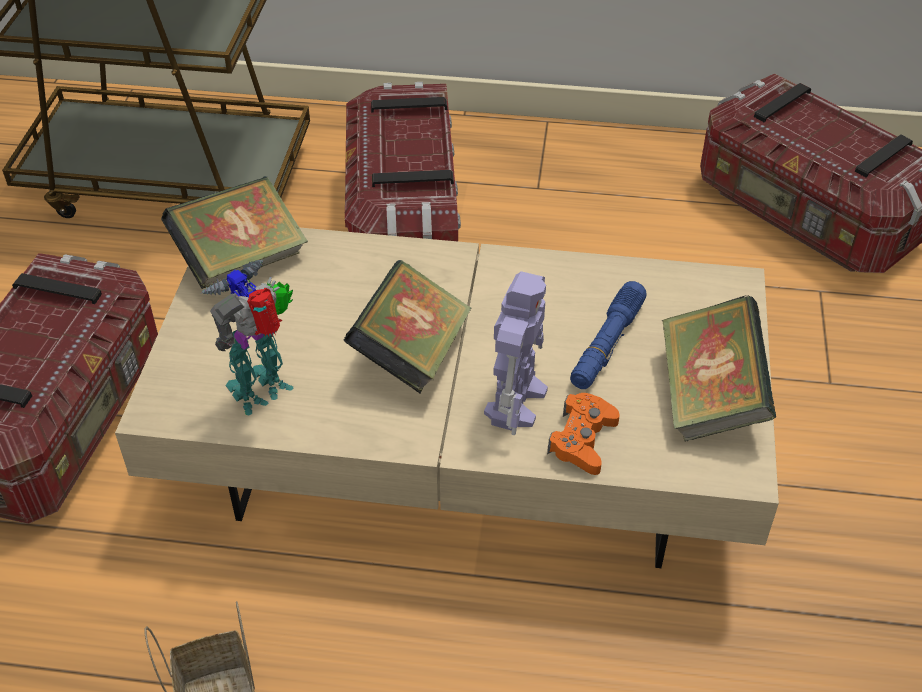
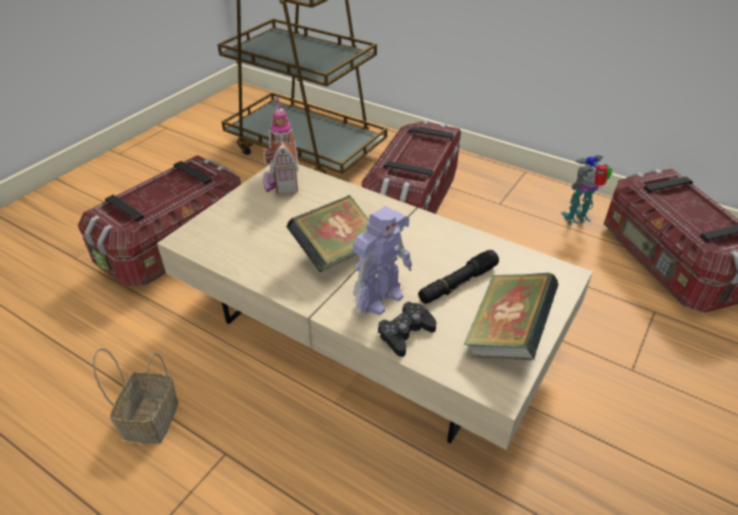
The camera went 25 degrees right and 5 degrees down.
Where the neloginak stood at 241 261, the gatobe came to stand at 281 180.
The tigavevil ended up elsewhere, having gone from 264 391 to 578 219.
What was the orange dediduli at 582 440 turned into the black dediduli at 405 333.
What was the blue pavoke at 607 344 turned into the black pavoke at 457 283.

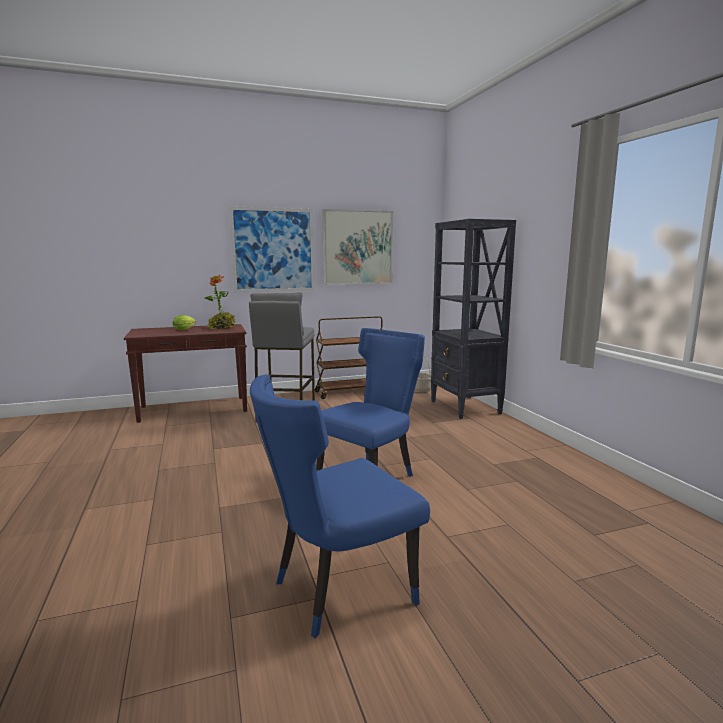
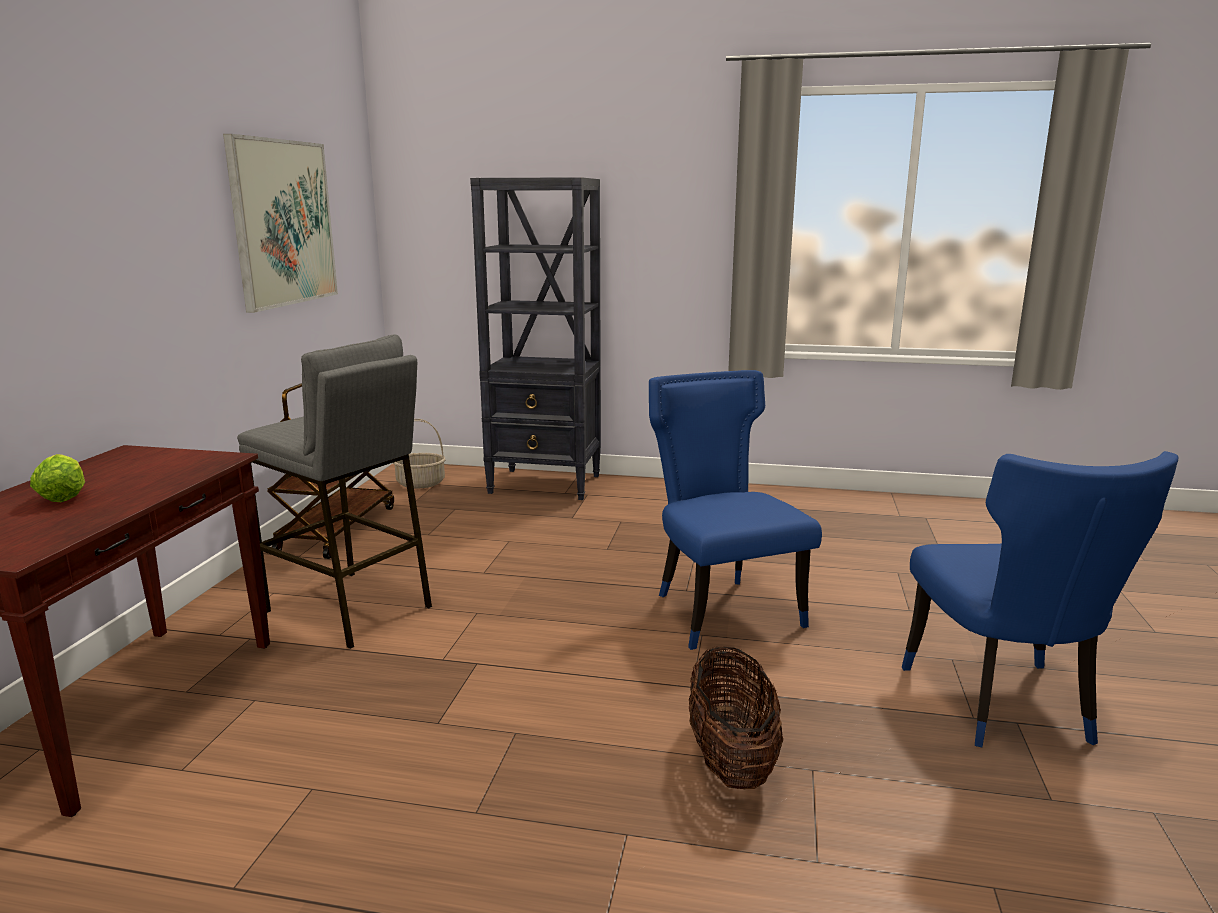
The camera went 60 degrees left and 5 degrees up.
The second view lost the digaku at 222 328.
The second view lost the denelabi at 273 250.
The second view gained the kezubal at 731 759.

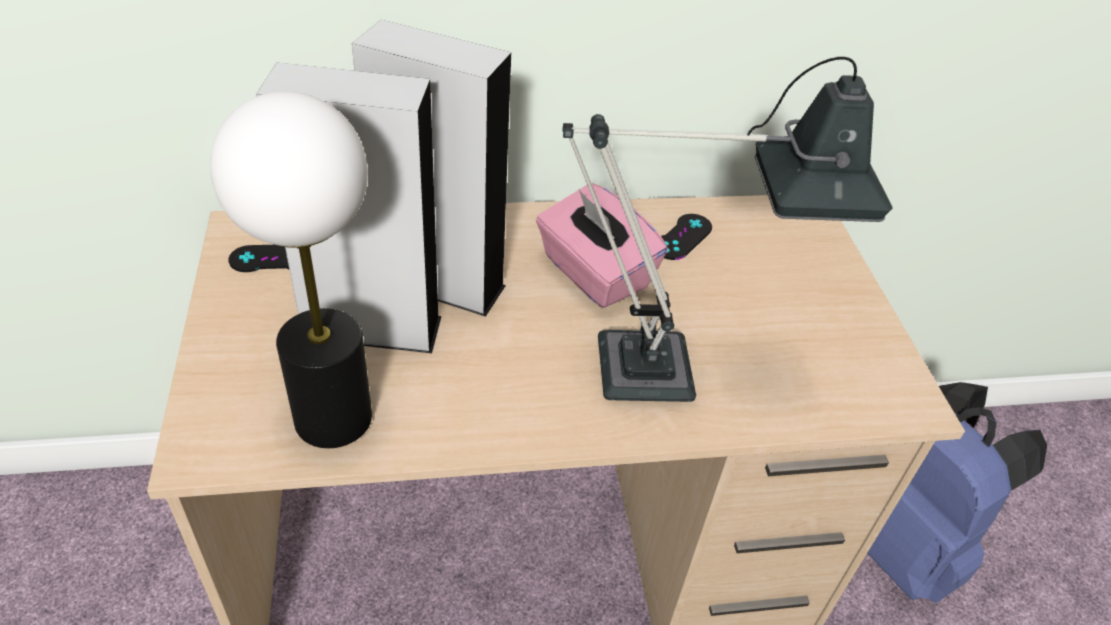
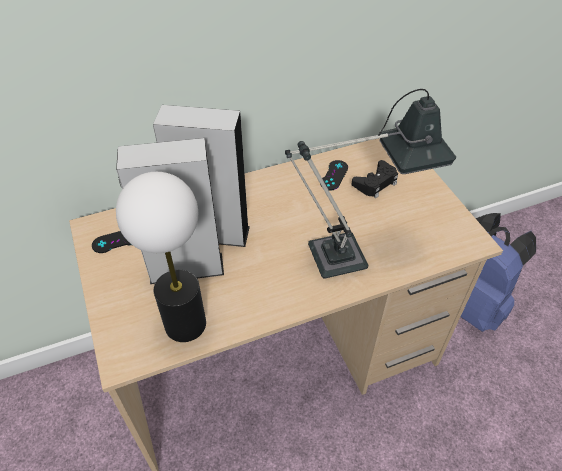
The camera went 10 degrees left and 5 degrees up.
The second view lost the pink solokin at 594 273.
The second view gained the black dediduli at 375 183.

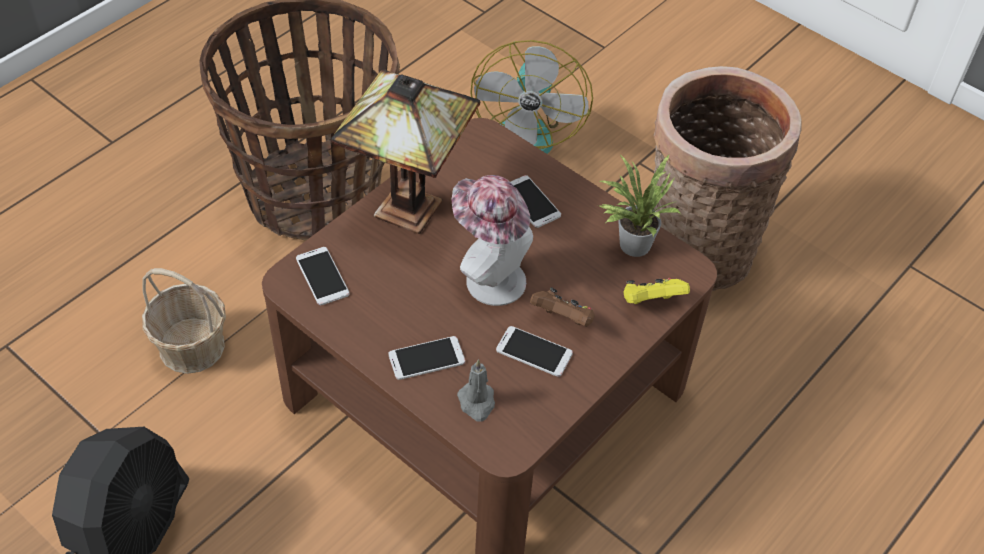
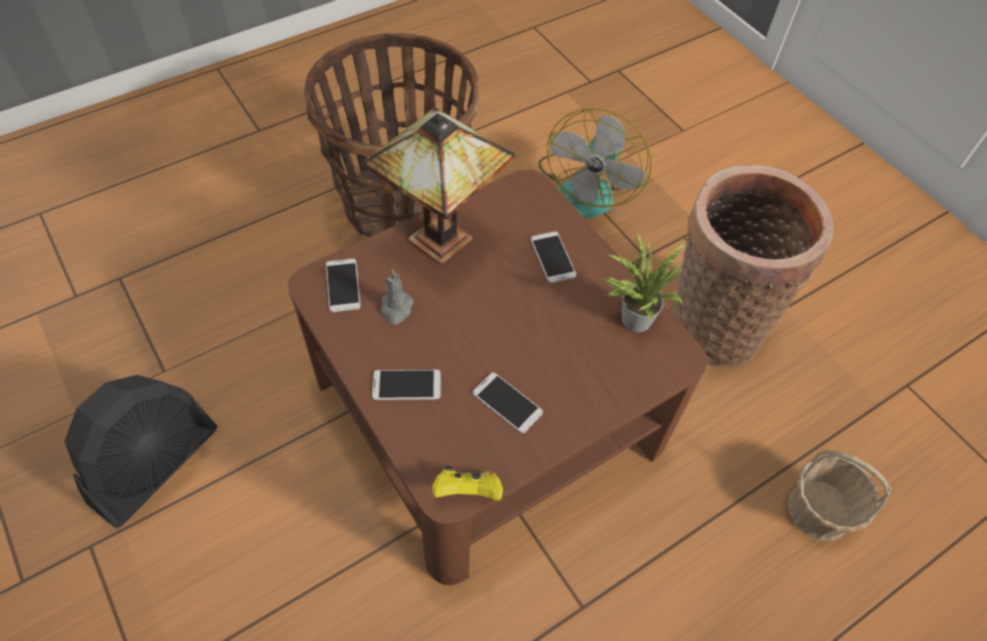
The camera went 15 degrees right and 5 degrees up.
The kezubal ended up elsewhere, having gone from 192 347 to 819 511.
The second view lost the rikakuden at 489 277.
The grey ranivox ended up elsewhere, having gone from 477 403 to 396 309.
The second view lost the brown dediduli at 563 319.
The yellow dediduli ended up elsewhere, having gone from 651 302 to 467 491.

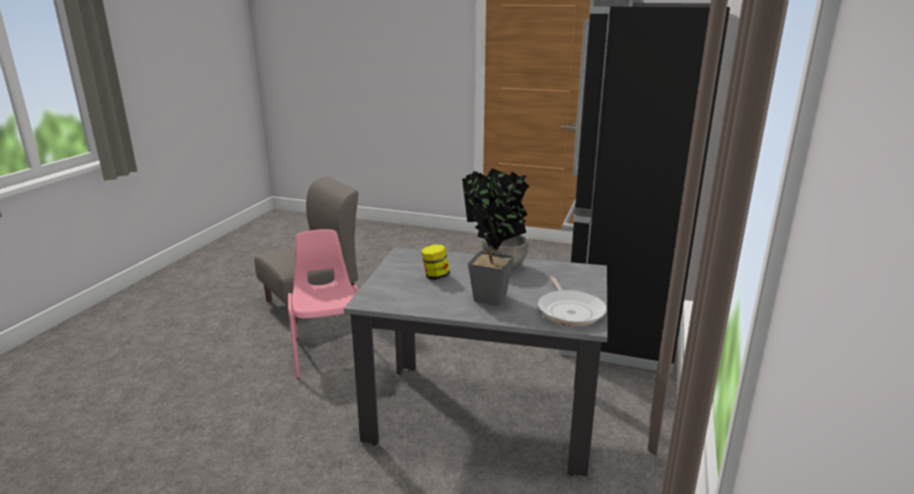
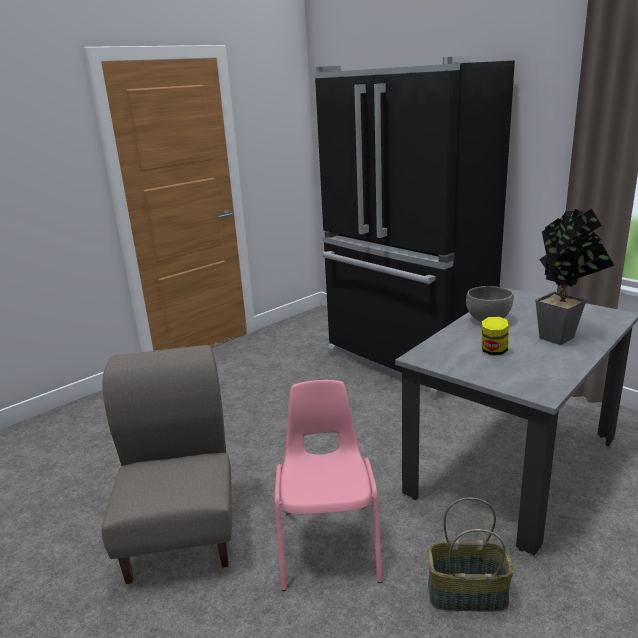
The camera went 60 degrees left and 0 degrees up.
The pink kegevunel at 329 351 ended up facing another way, 75 degrees clockwise from before.
The second view lost the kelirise at 570 310.
The second view gained the kezubal at 466 595.

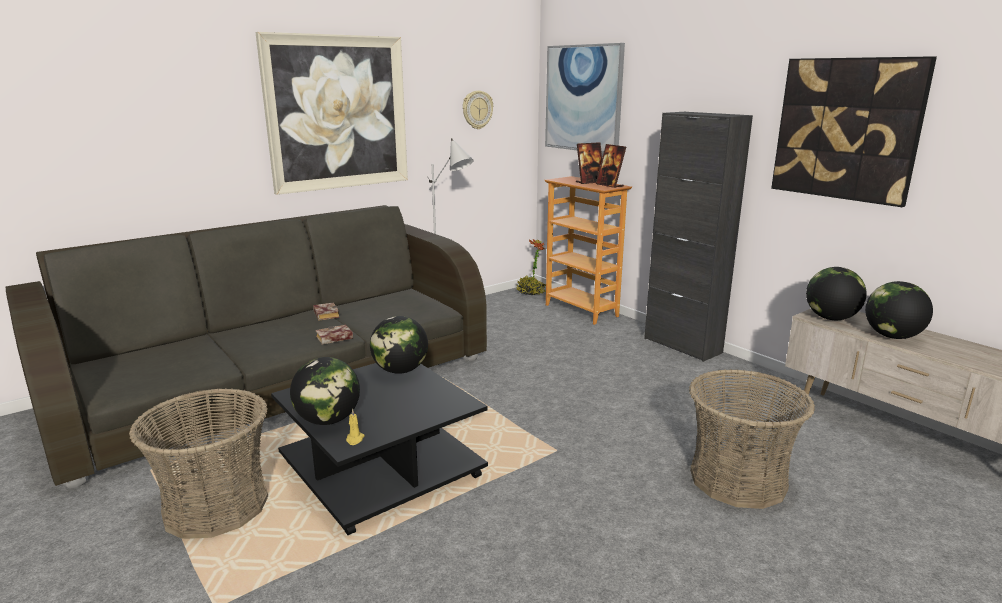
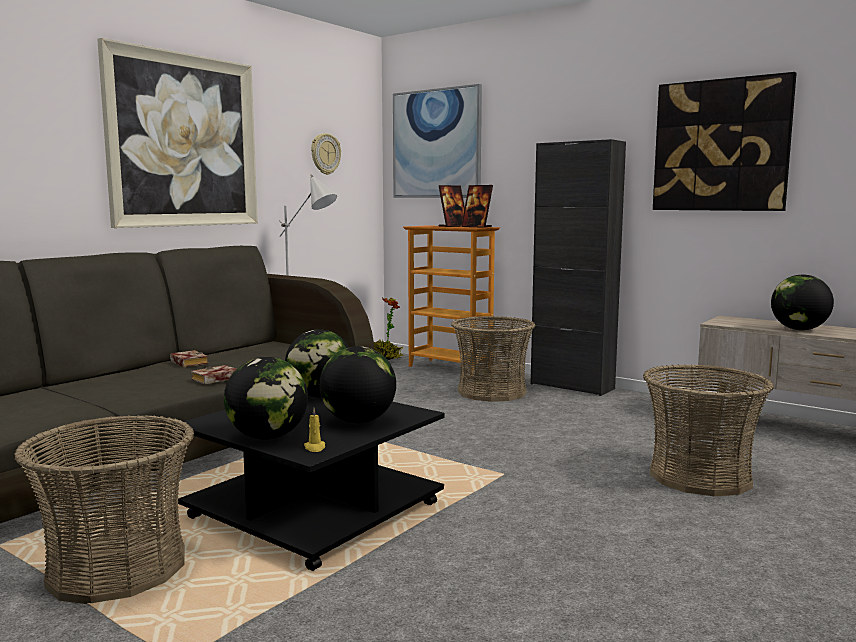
The camera went 15 degrees left and 10 degrees down.
The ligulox ended up elsewhere, having gone from 831 318 to 358 421.
The second view gained the kezubal at 492 392.

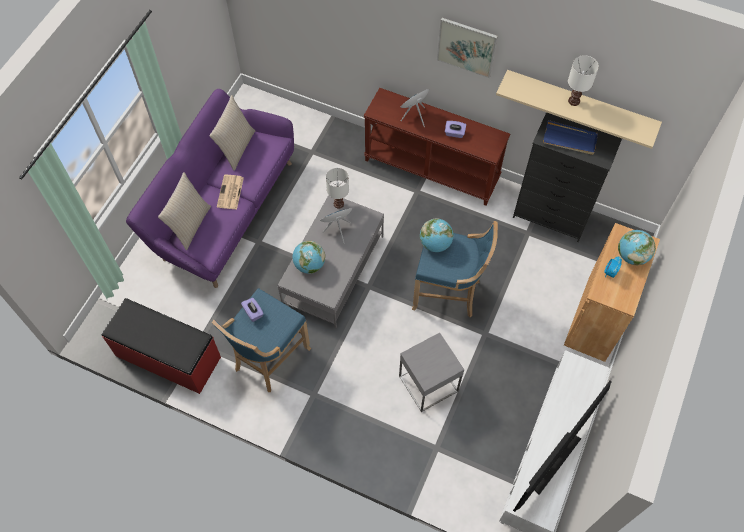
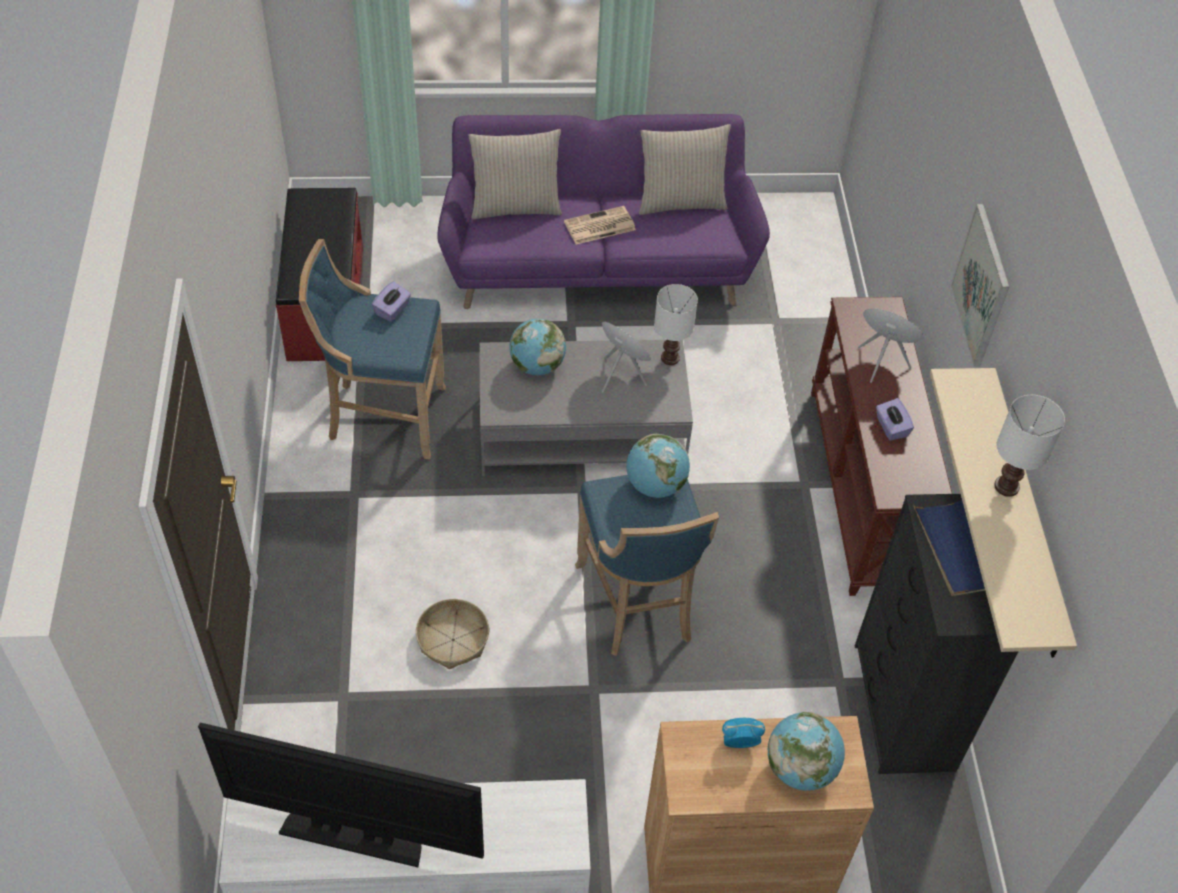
The camera went 60 degrees right and 10 degrees down.
Where the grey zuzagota stood at 428 383, the kezubal came to stand at 452 640.

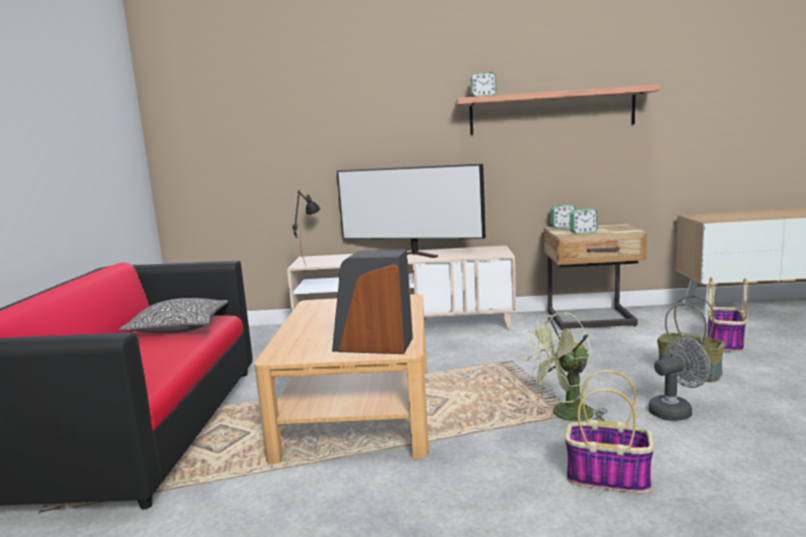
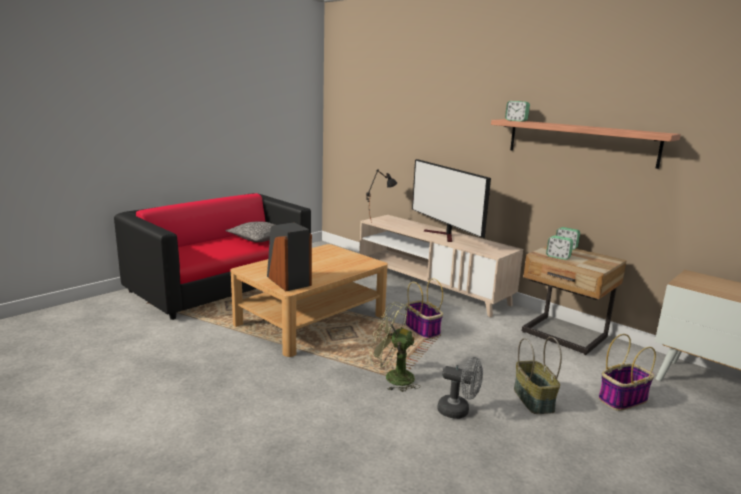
The camera went 40 degrees right and 5 degrees up.
The kezubal ended up elsewhere, having gone from 609 477 to 423 330.

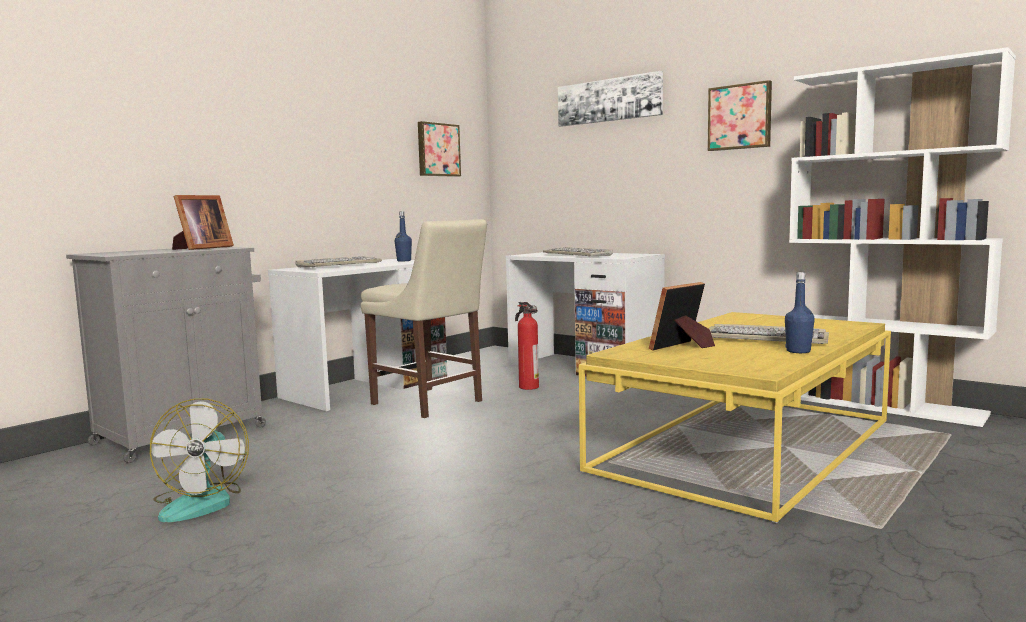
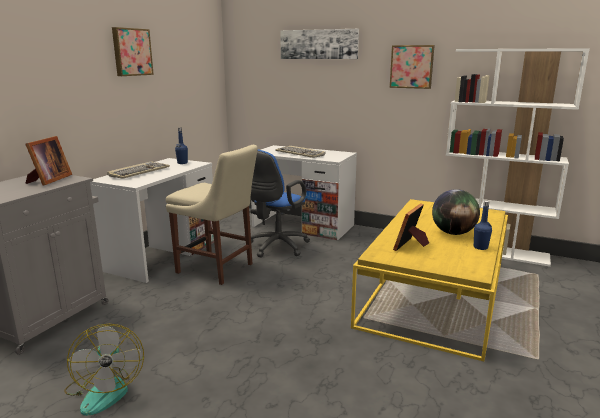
The camera went 15 degrees left and 10 degrees up.
The denelabi ended up elsewhere, having gone from 437 150 to 131 52.
Where the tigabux stood at 527 387, the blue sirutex came to stand at 275 247.
Where the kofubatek stood at 767 339, the ligulox came to stand at 453 233.

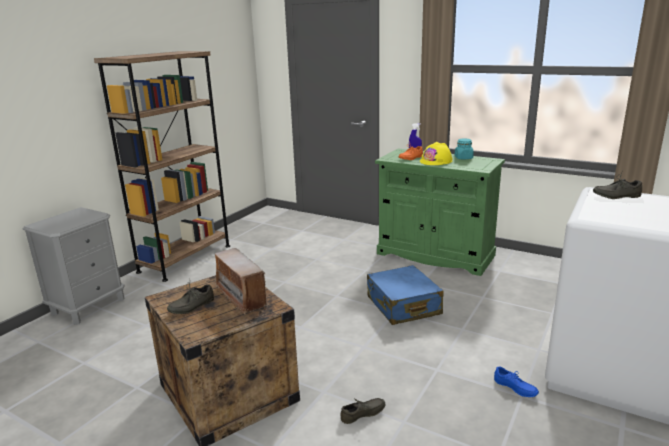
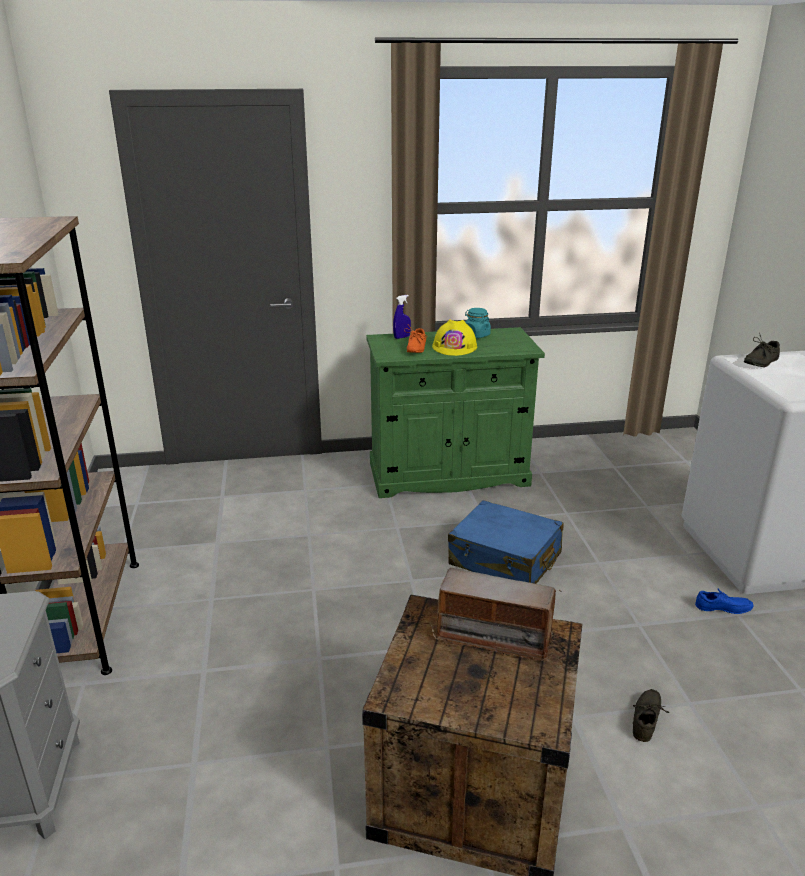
The camera went 40 degrees left and 5 degrees up.
The second view lost the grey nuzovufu at 191 306.

